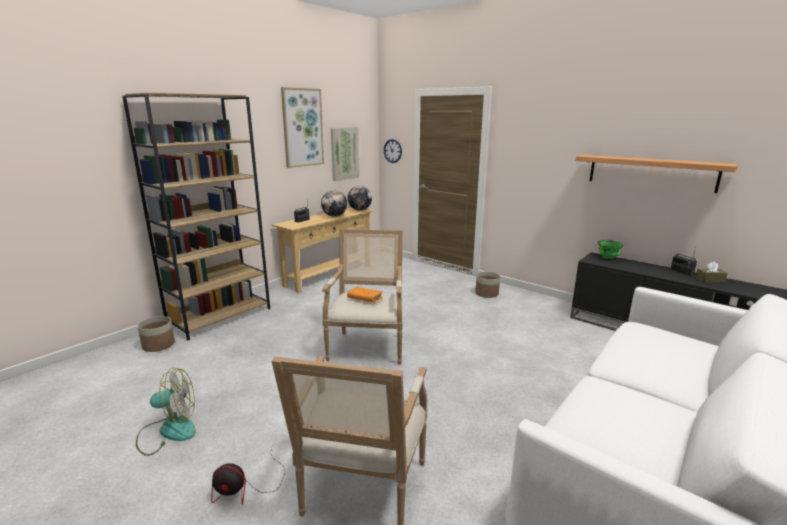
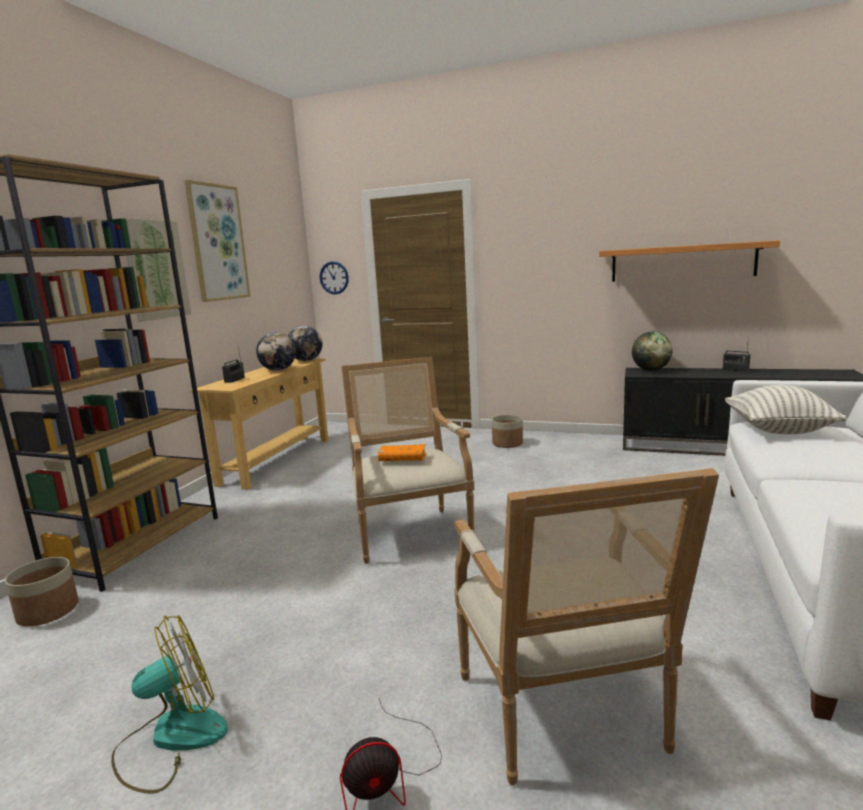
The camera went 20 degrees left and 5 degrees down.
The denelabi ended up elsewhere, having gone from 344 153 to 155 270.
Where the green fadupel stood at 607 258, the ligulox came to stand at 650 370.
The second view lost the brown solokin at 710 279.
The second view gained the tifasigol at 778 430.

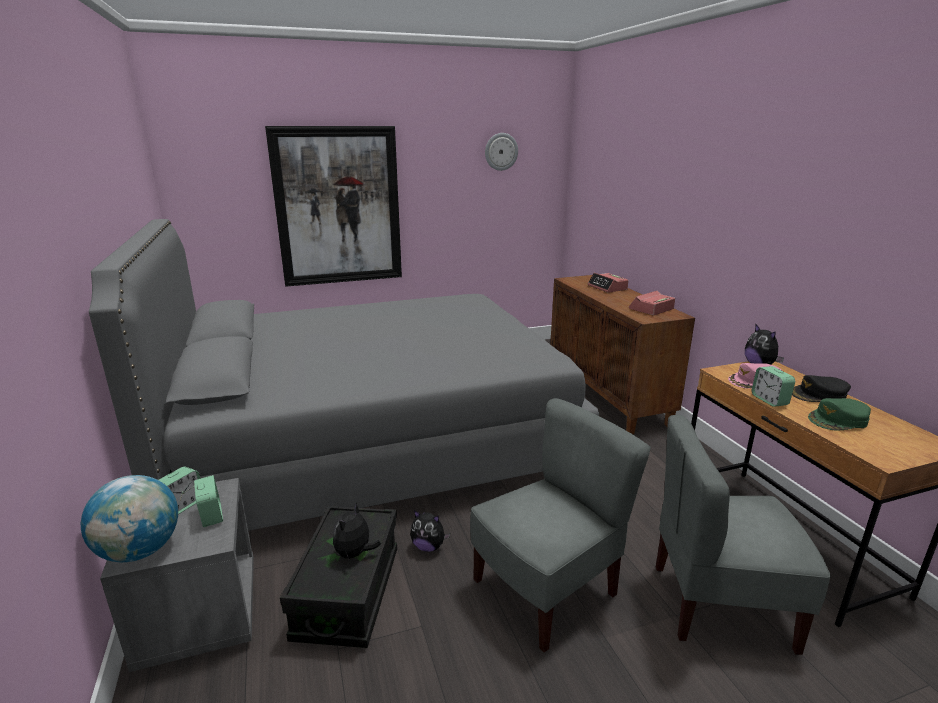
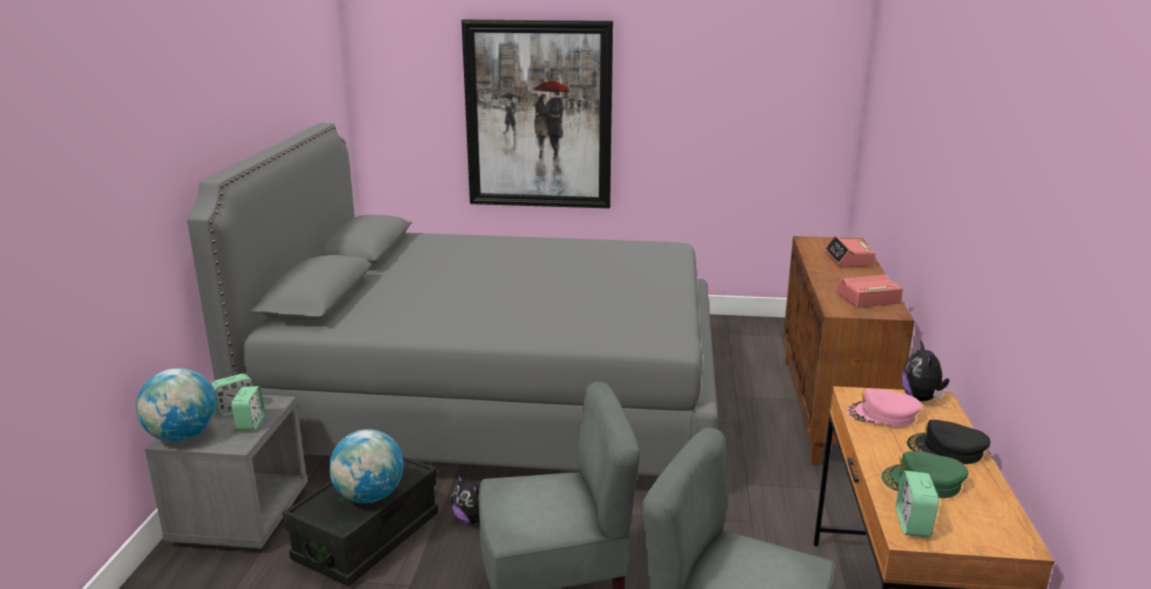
The camera went 25 degrees right and 0 degrees up.
Where the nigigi stood at 355 554, the ligulox came to stand at 369 496.
The second view lost the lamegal at 501 151.
The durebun ended up elsewhere, having gone from 769 400 to 913 524.

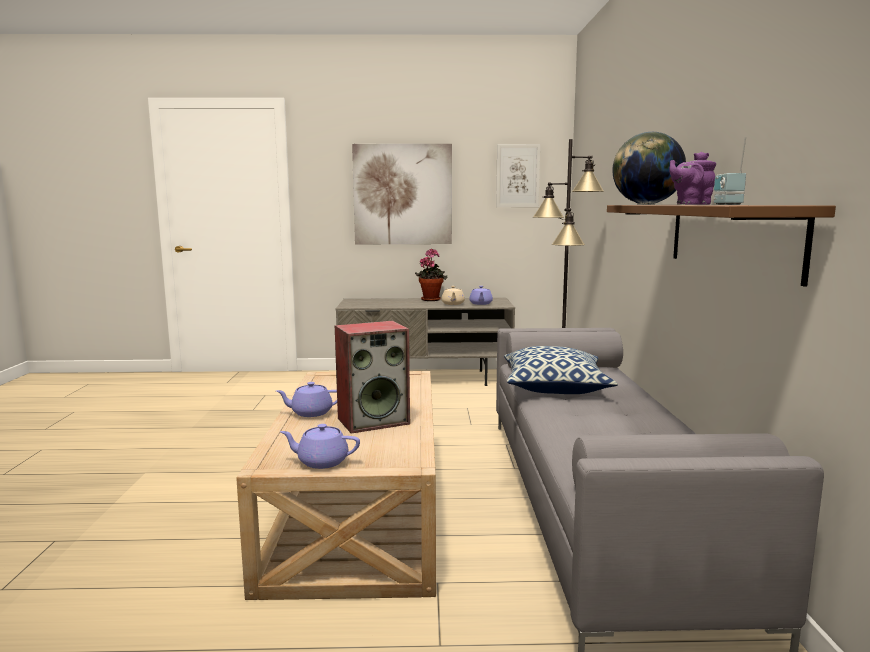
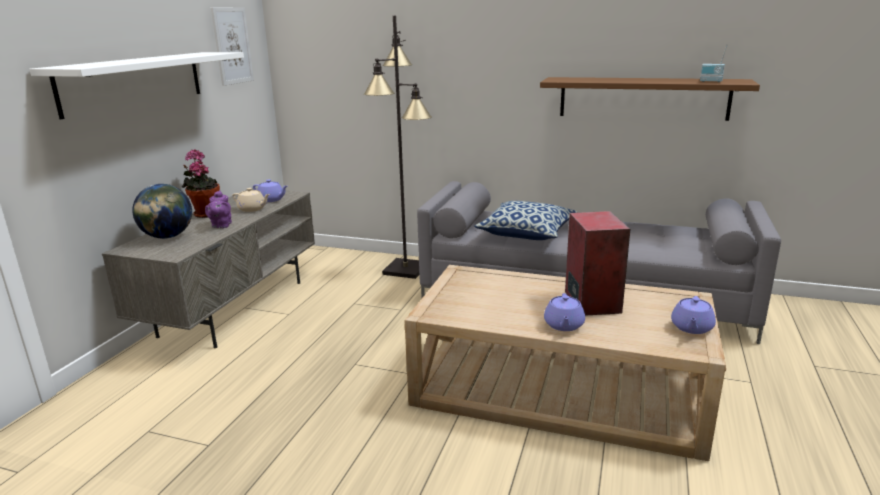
The camera went 70 degrees left and 10 degrees up.
Where the denelabi hung at 402 194, the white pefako came to hang at 134 82.
The ligulox ended up elsewhere, having gone from 646 204 to 167 237.
The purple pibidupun ended up elsewhere, having gone from 691 204 to 221 225.

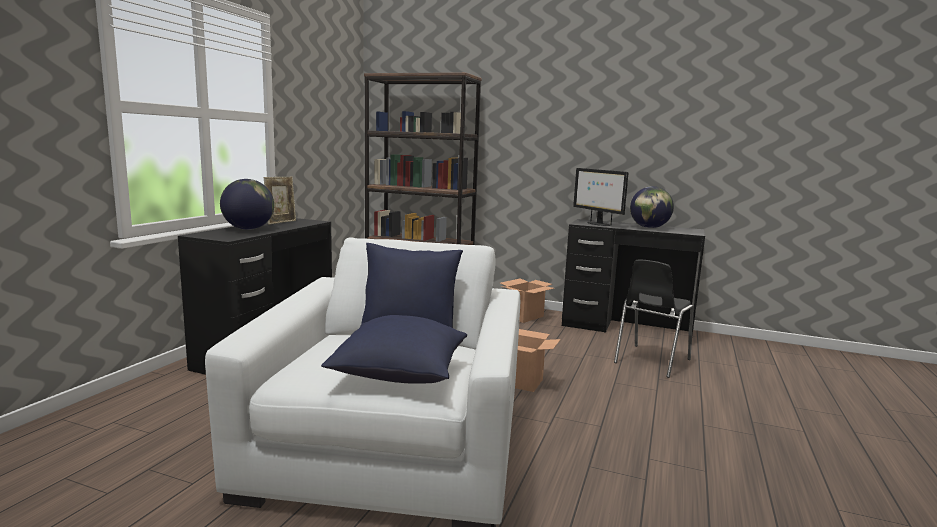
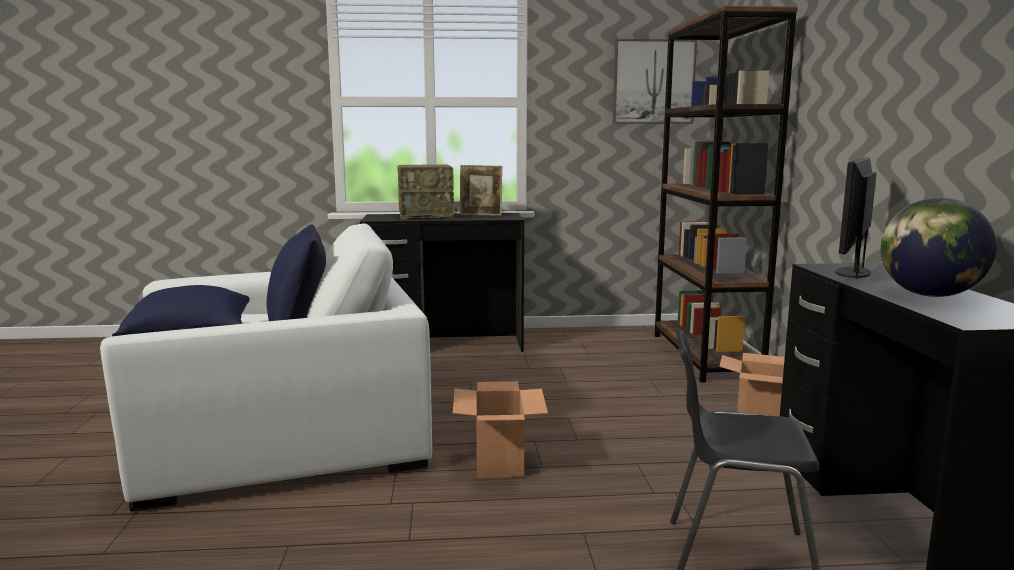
The camera went 65 degrees right and 0 degrees up.
Where the ligulox stood at 248 229, the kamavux came to stand at 427 216.
The second view gained the denelabi at 653 82.

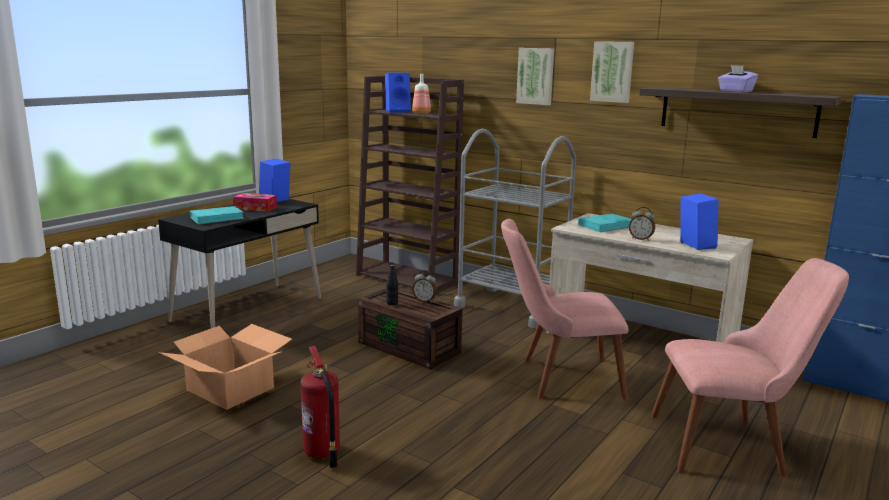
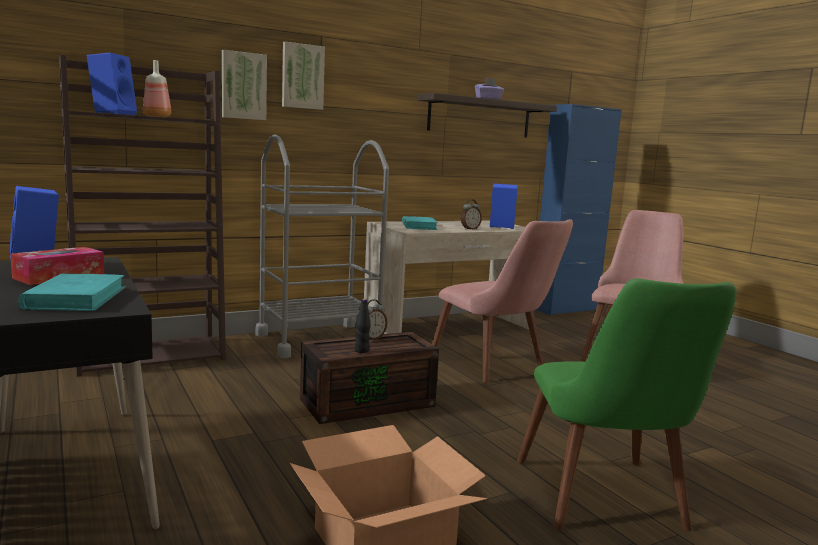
The camera went 65 degrees left and 5 degrees down.
Where the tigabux stood at 322 453, the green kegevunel came to stand at 608 505.
The pink kegevunel at 557 378 ended up facing another way, 60 degrees counterclockwise from before.
The denelabi ended up elsewhere, having gone from 612 72 to 243 86.

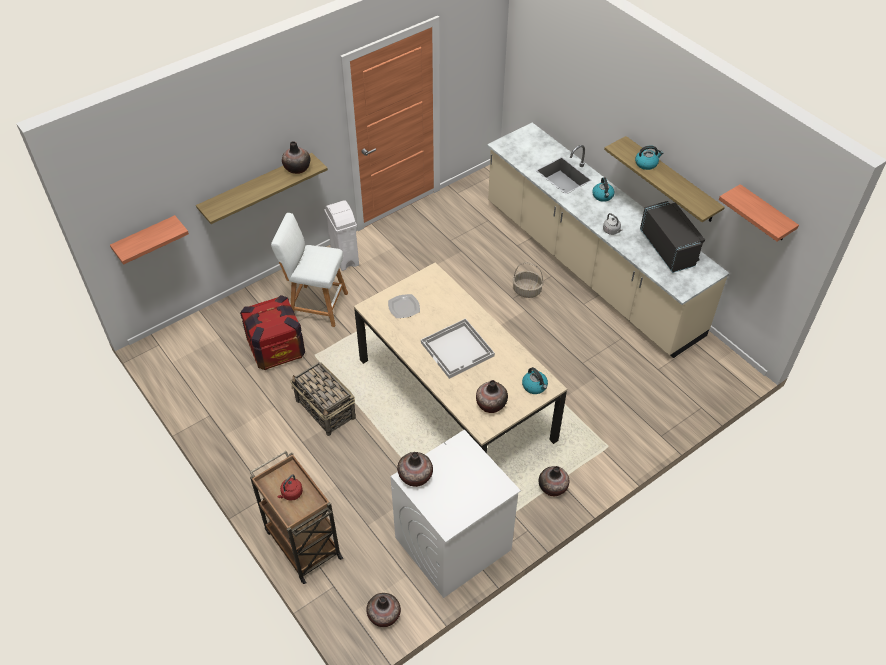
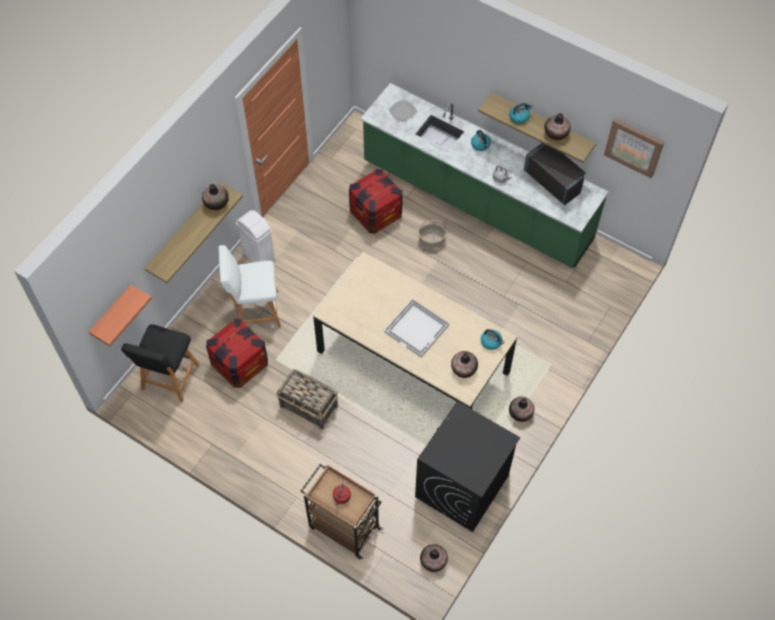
The camera went 20 degrees left and 10 degrees up.
The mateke ended up elsewhere, having gone from 403 307 to 402 111.
What was the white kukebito at 452 544 turned into the black kukebito at 462 487.
The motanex ended up elsewhere, having gone from 415 476 to 556 134.
What was the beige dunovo at 589 268 turned into the green dunovo at 476 202.
Where the pefako hung at 765 214, the denelabi came to hang at 634 147.
The second view gained the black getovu at 169 379.
The second view gained the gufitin at 376 214.

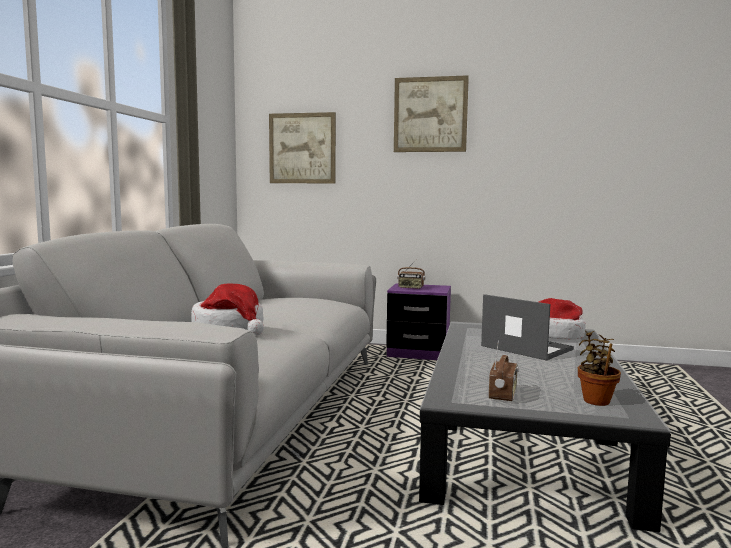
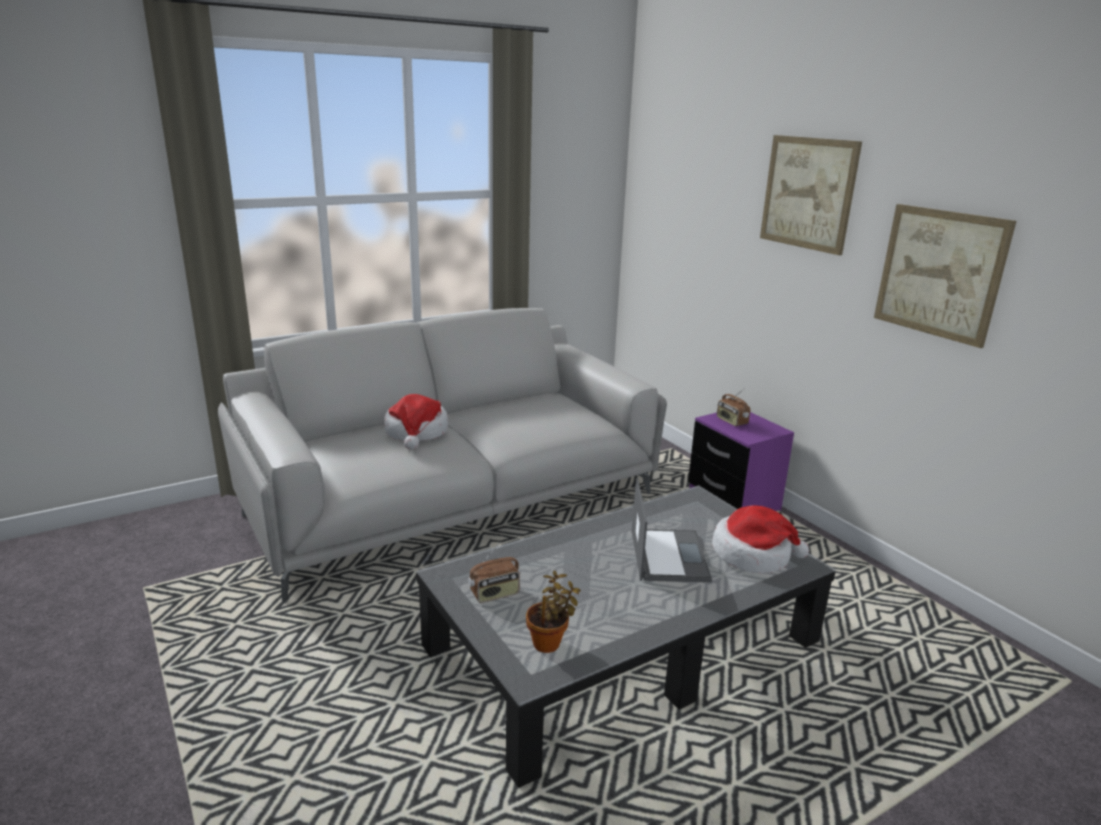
The camera went 45 degrees right and 15 degrees up.
The denelabi ended up elsewhere, having gone from 302 148 to 939 273.

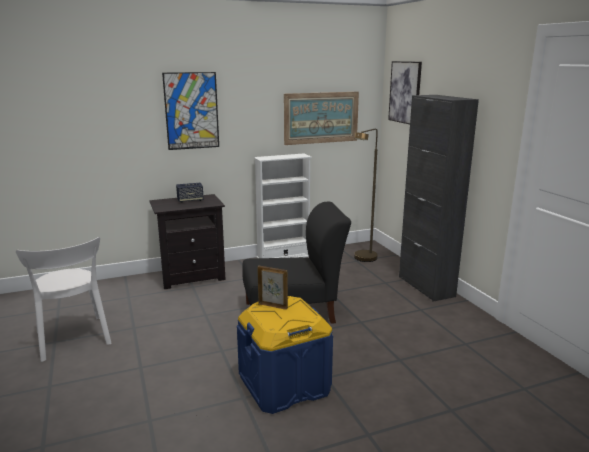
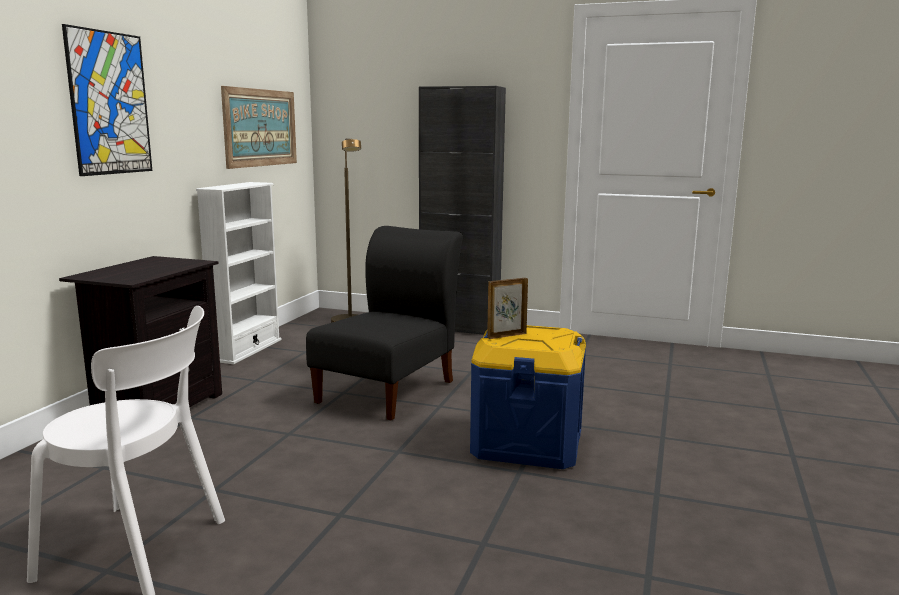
The camera went 50 degrees left and 5 degrees down.
The second view lost the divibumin at 190 200.
The second view lost the denelabi at 405 92.

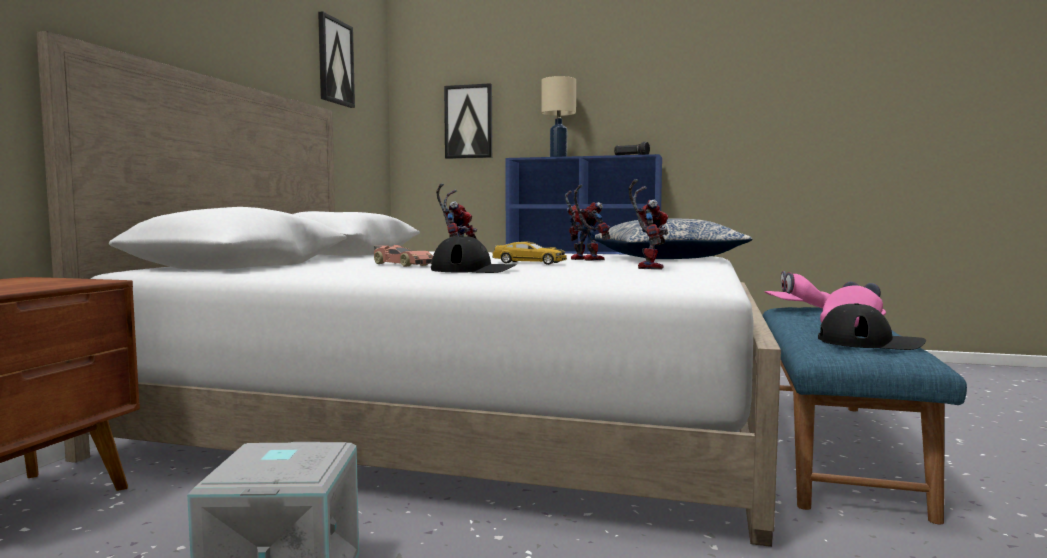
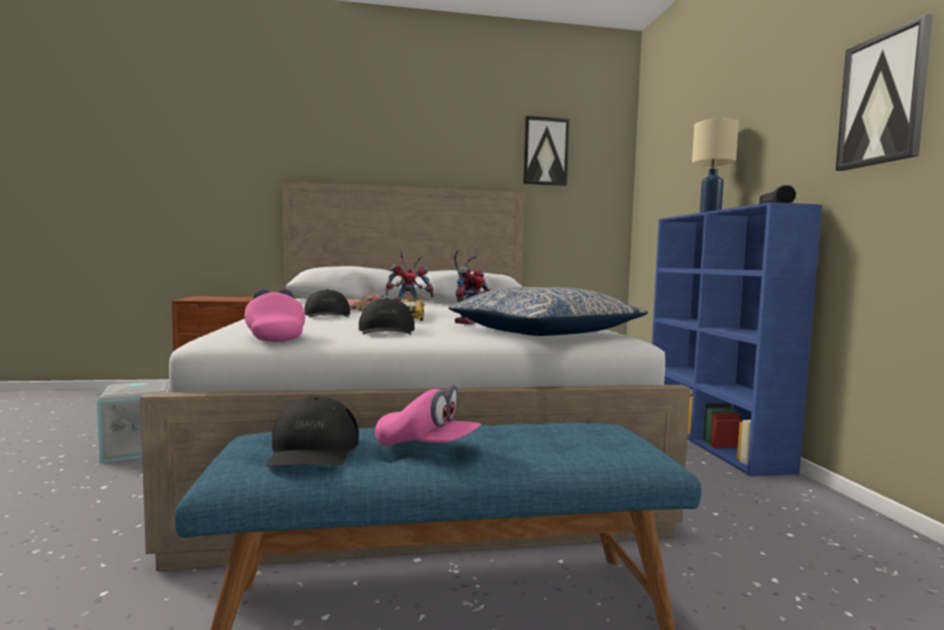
The camera went 65 degrees right and 0 degrees up.
The denelabi ended up elsewhere, having gone from 469 122 to 883 99.
Where the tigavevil stood at 647 268, the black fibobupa came to stand at 387 331.
The pink fibobupa ended up elsewhere, having gone from 797 308 to 275 337.

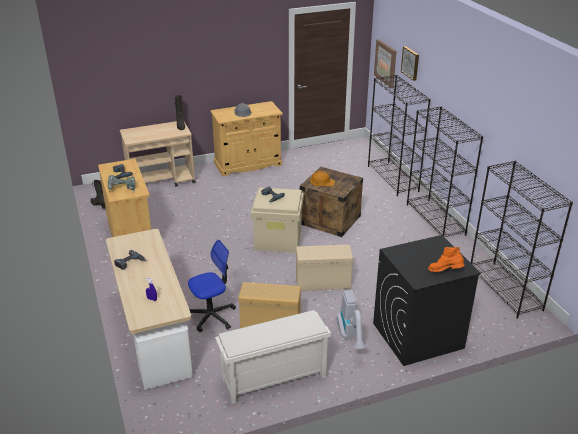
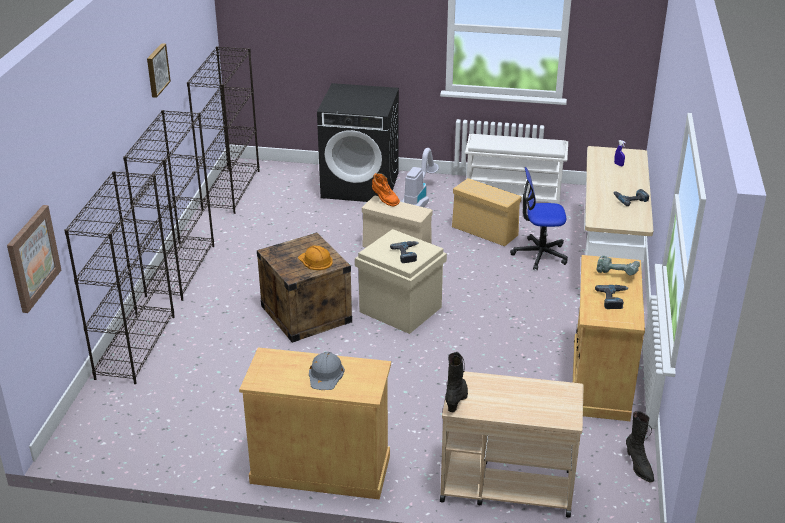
The camera went 150 degrees left and 0 degrees up.
The denelabi ended up elsewhere, having gone from 411 63 to 156 70.
The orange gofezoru ended up elsewhere, having gone from 445 271 to 384 200.

